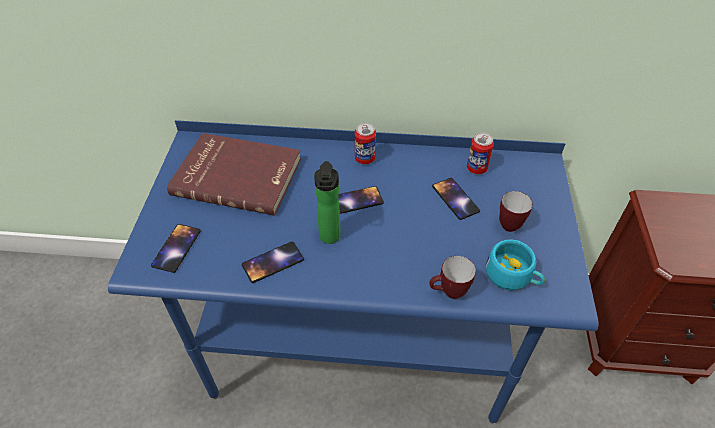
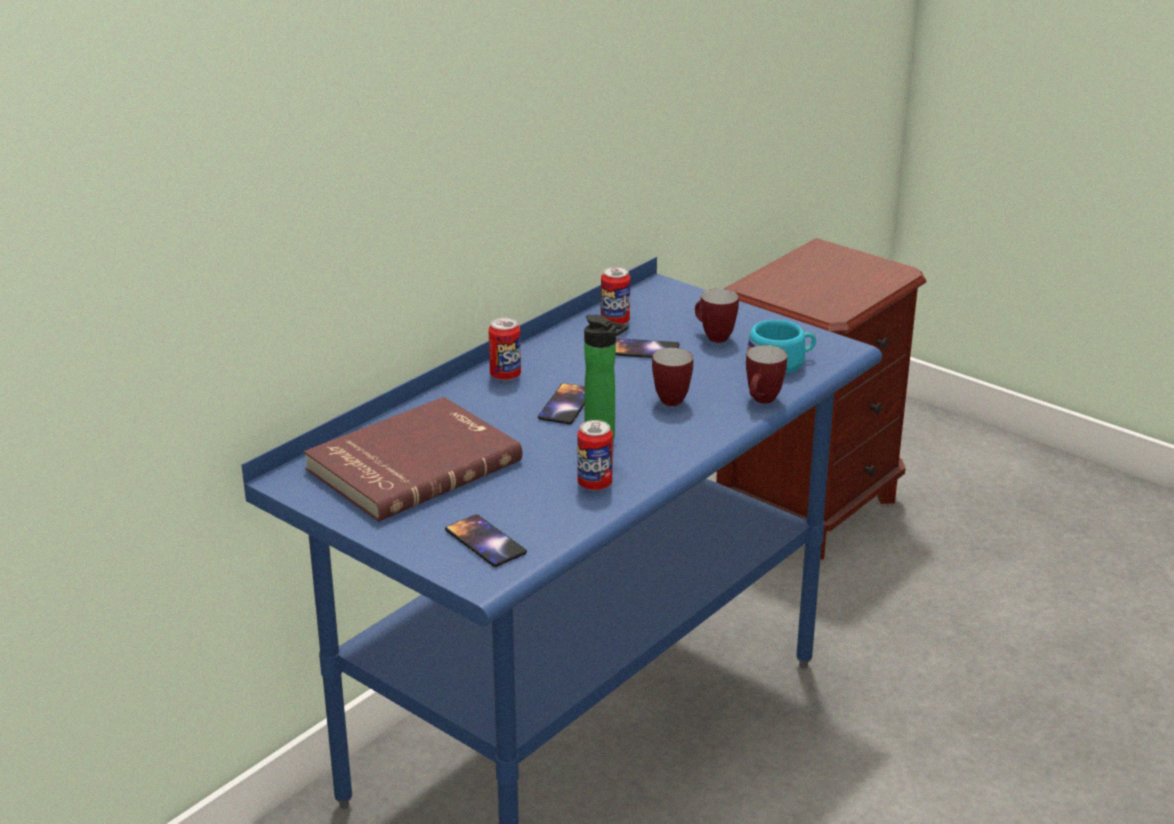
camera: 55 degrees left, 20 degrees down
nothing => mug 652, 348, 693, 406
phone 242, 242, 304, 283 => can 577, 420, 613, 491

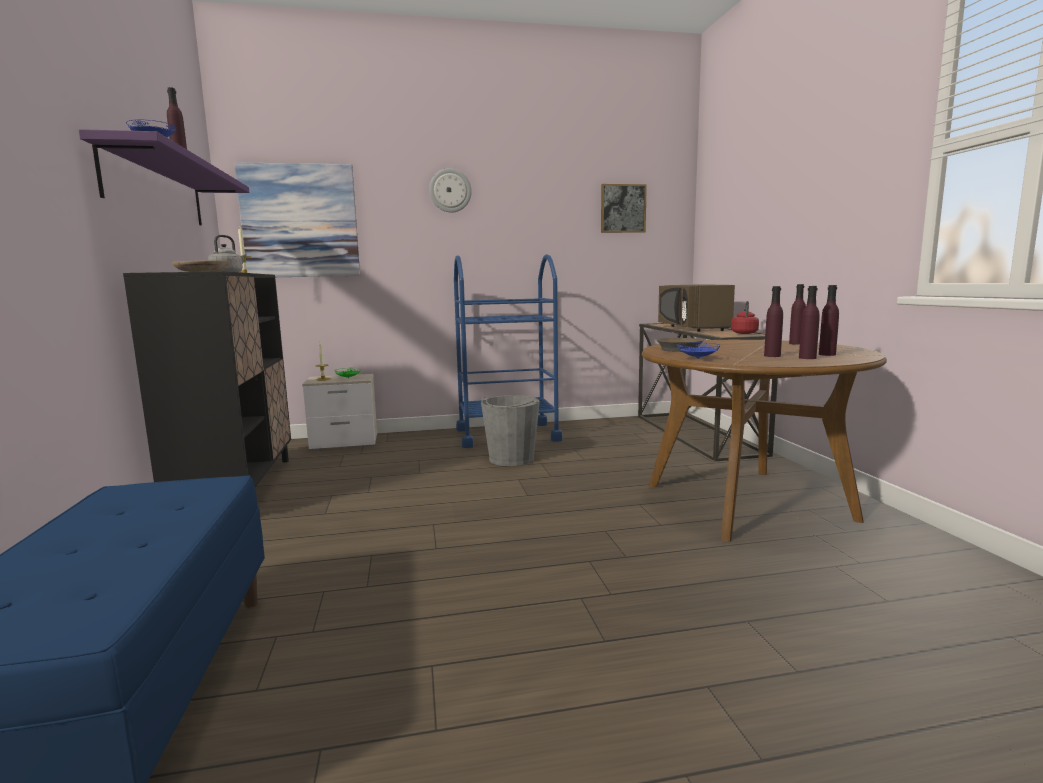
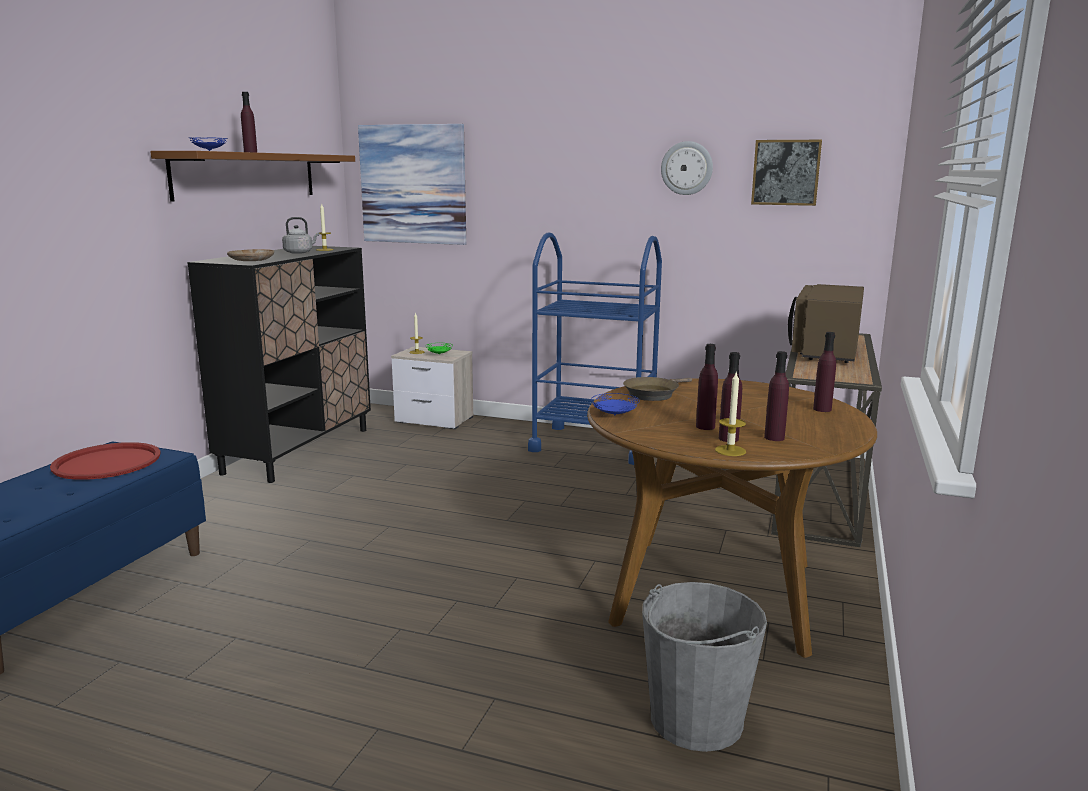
camera: 30 degrees right, 5 degrees up
red kettle 731, 301, 759, 334 => nothing
nothing => red tray 50, 442, 161, 480
nothing => candle 715, 372, 746, 456
wall clock 429, 168, 472, 213 => wall clock 661, 141, 713, 195, shifted
grey bucket 481, 395, 540, 466 => grey bucket 642, 582, 767, 752, shifted
purple shelf 79, 129, 249, 226 => brown shelf 150, 151, 355, 202

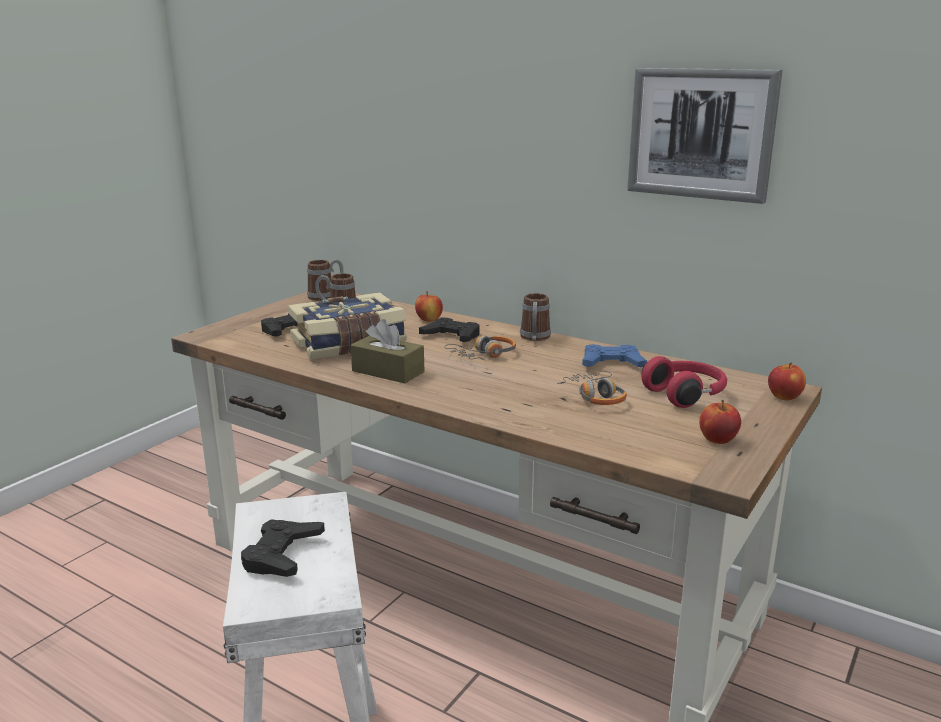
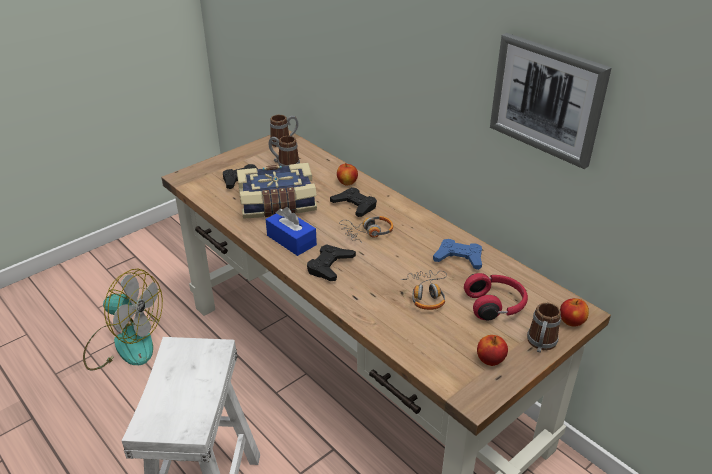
camera: 15 degrees right, 15 degrees up
nothing => fan 83, 269, 163, 370
black game controller 241, 519, 325, 577 => black game controller 307, 244, 356, 281, shifted
mug 520, 293, 551, 341 => mug 527, 302, 561, 353, shifted
brown tissue box 350, 319, 424, 383 => blue tissue box 266, 207, 317, 256

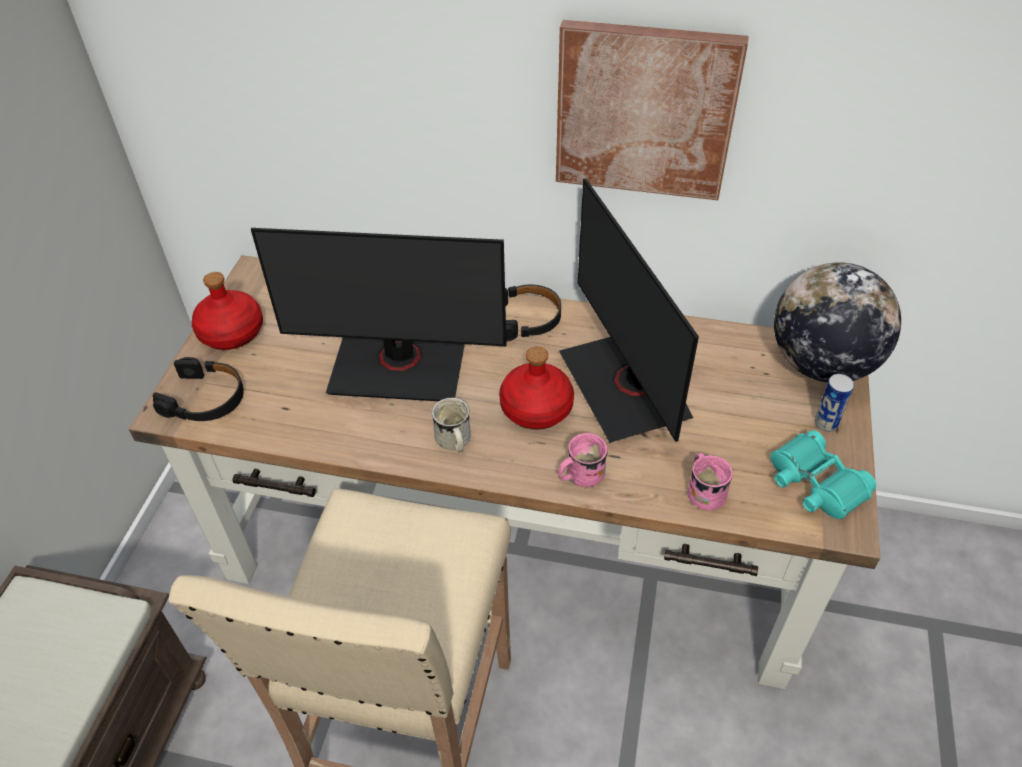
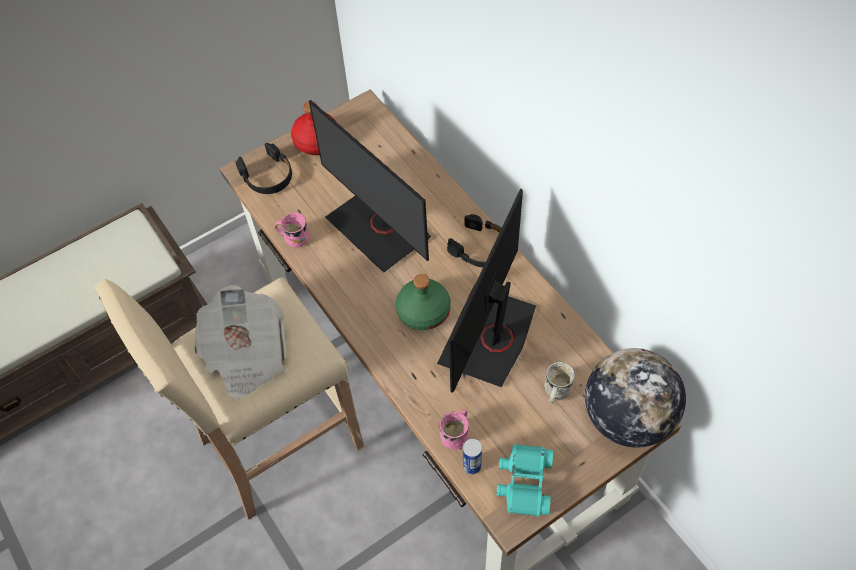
camera: 45 degrees right, 10 degrees up
picture 556, 20, 749, 200 => nothing
nothing => newspaper 194, 285, 286, 399
white mug 432, 398, 471, 453 => white mug 544, 362, 575, 403, shifted
pink mug 558, 433, 607, 489 => pink mug 275, 212, 310, 247, shifted
can 815, 374, 854, 432 => can 463, 439, 482, 475, shifted
red bottle 499, 346, 574, 430 => green bottle 396, 274, 451, 330

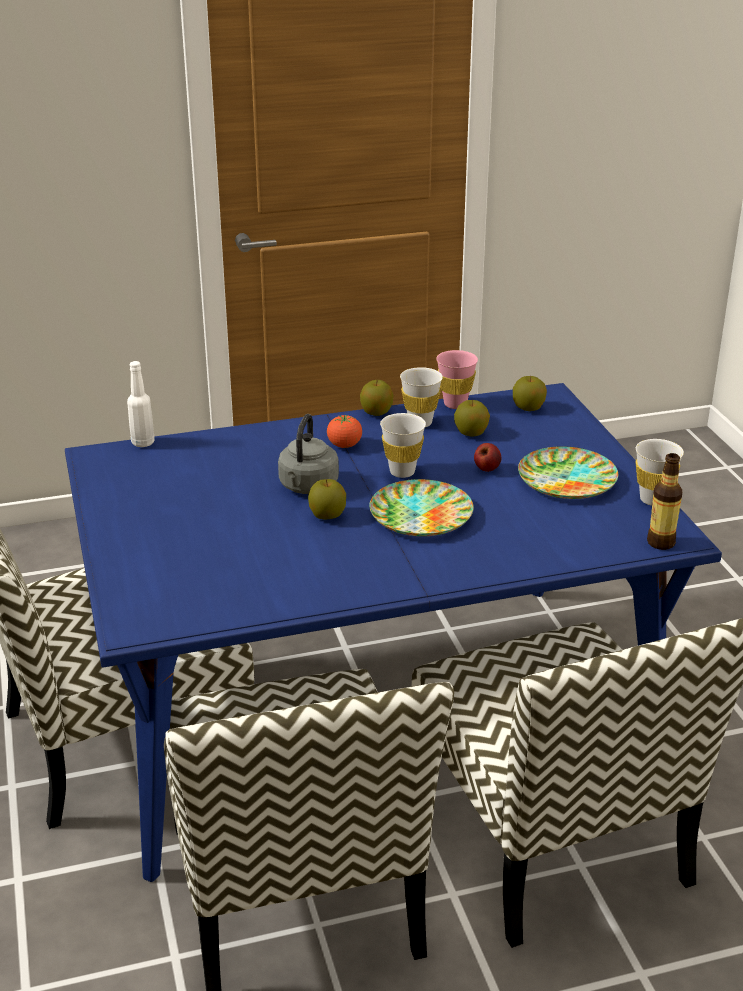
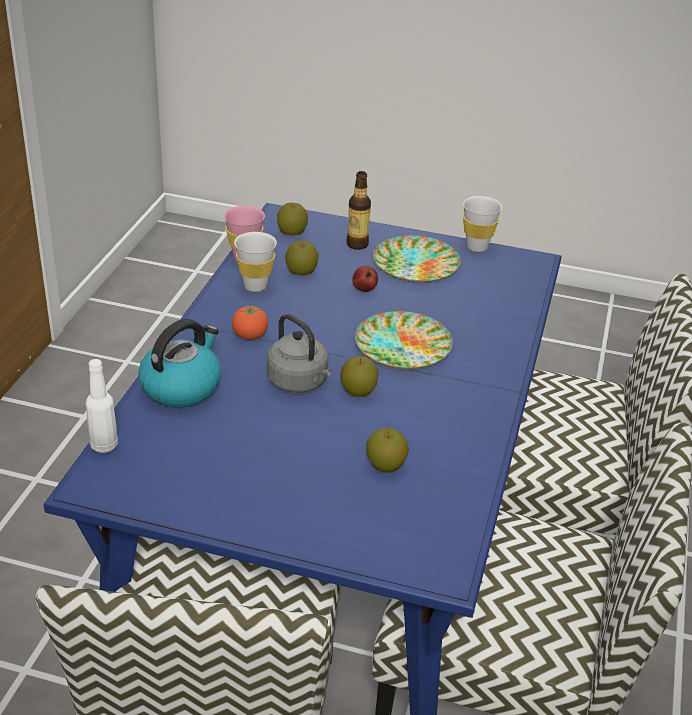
camera: 60 degrees left, 5 degrees up
white cup 380, 413, 426, 478 => nothing
nothing => kettle 138, 319, 221, 408
apple 360, 380, 393, 416 => apple 366, 428, 409, 473, shifted
bottle 647, 453, 682, 550 => bottle 346, 171, 371, 250, shifted

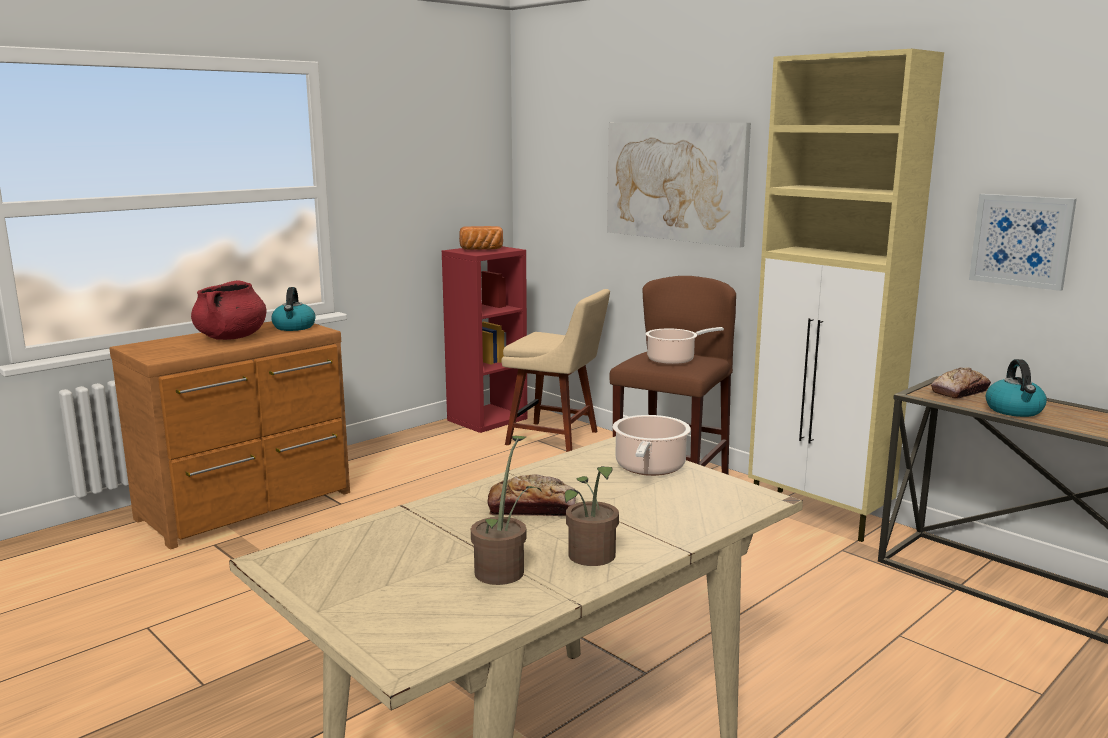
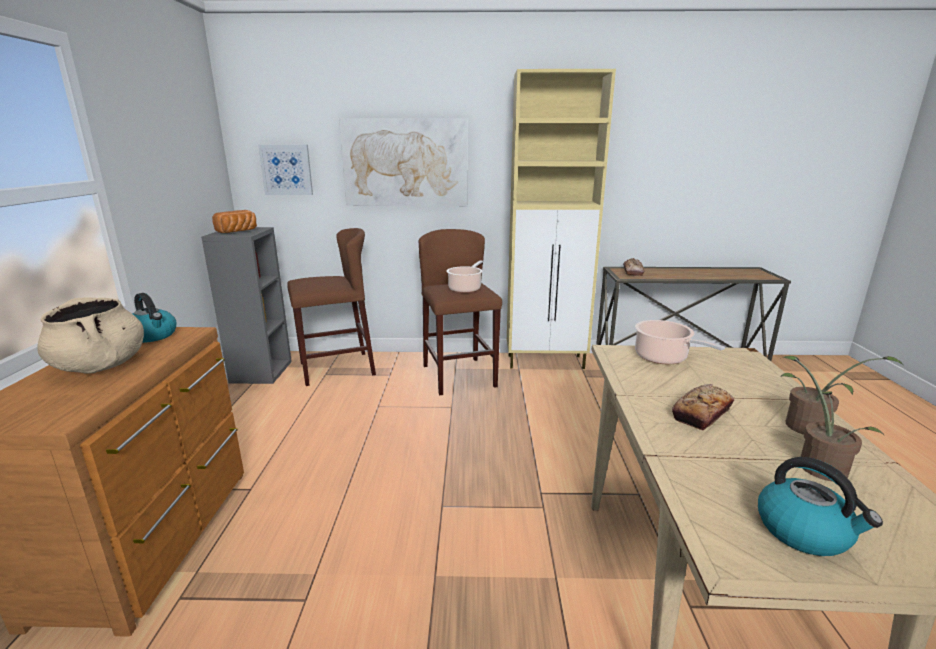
camera: 45 degrees left, 5 degrees up
picture 969, 194, 1077, 291 => picture 258, 145, 313, 195, shifted
kettle 986, 359, 1047, 417 => kettle 758, 457, 883, 556, shifted
beige chair 501, 289, 610, 452 => brown stool 287, 228, 376, 386
red cooking pot 191, 280, 266, 340 => beige cooking pot 37, 297, 144, 374
red bookcase 442, 246, 528, 433 => grey bookcase 201, 227, 292, 384

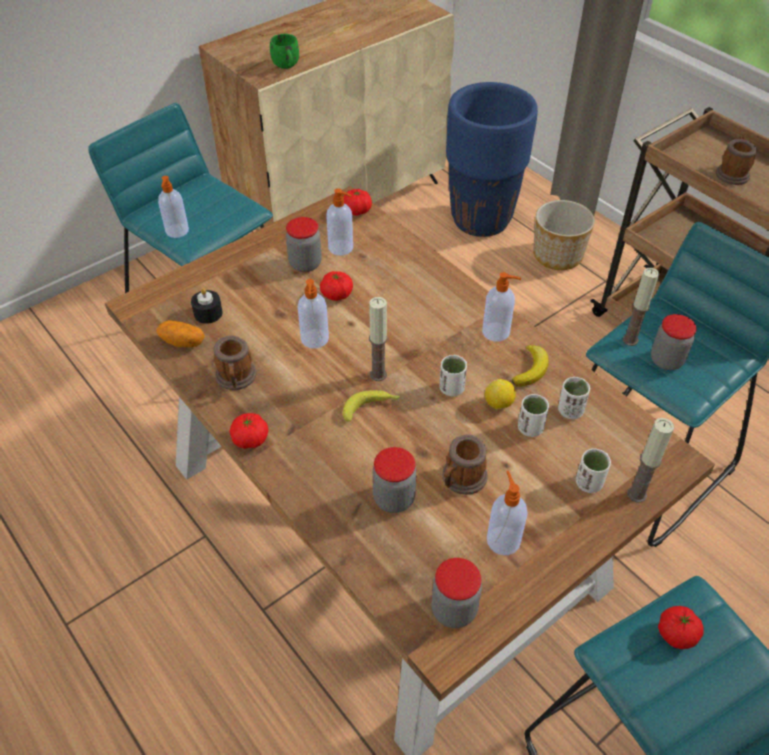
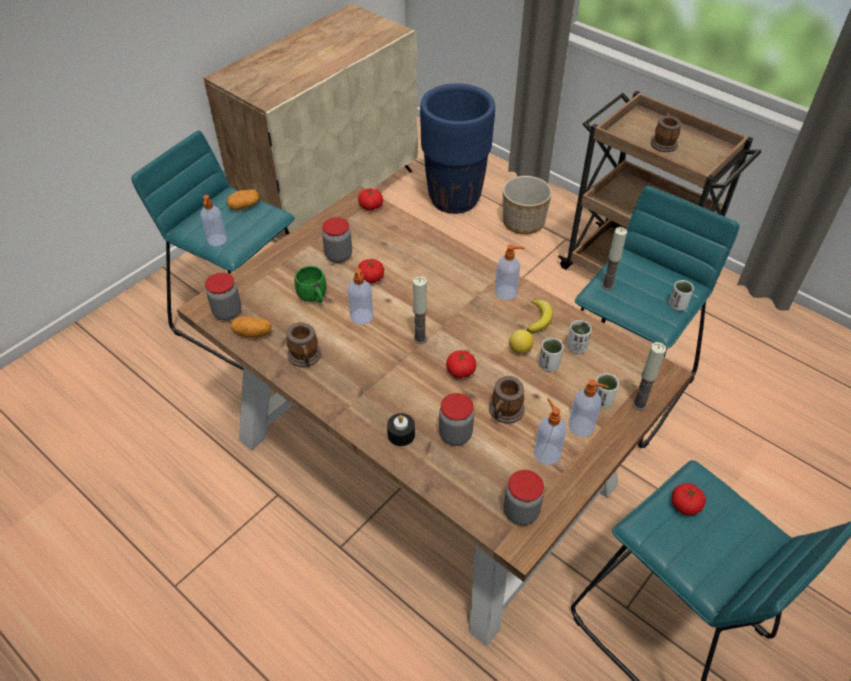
camera: 10 degrees left, 0 degrees up
banana 343, 390, 400, 421 => nothing
nothing => potato 226, 189, 259, 210
black candle 191, 288, 223, 324 => black candle 387, 413, 415, 446, shifted
tomato 230, 413, 268, 449 => tomato 446, 350, 476, 378, shifted
green mug 270, 34, 299, 69 => green mug 295, 266, 326, 303, shifted
soap dispenser 326, 188, 353, 256 => soap dispenser 568, 379, 608, 437, shifted
white cup 440, 355, 467, 396 => white cup 669, 280, 694, 311, shifted
jar 651, 314, 697, 370 => jar 205, 273, 241, 320, shifted

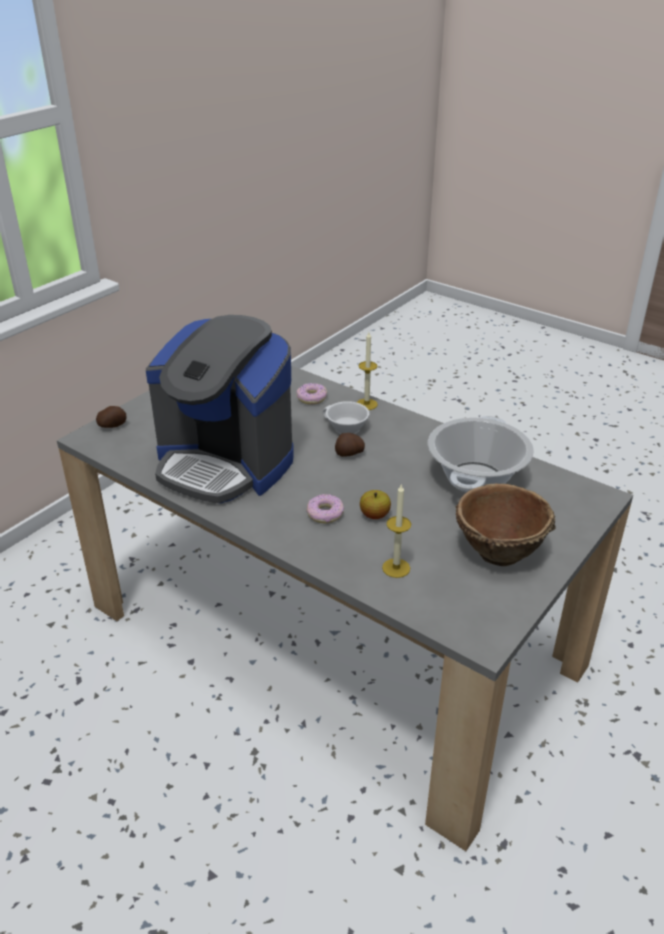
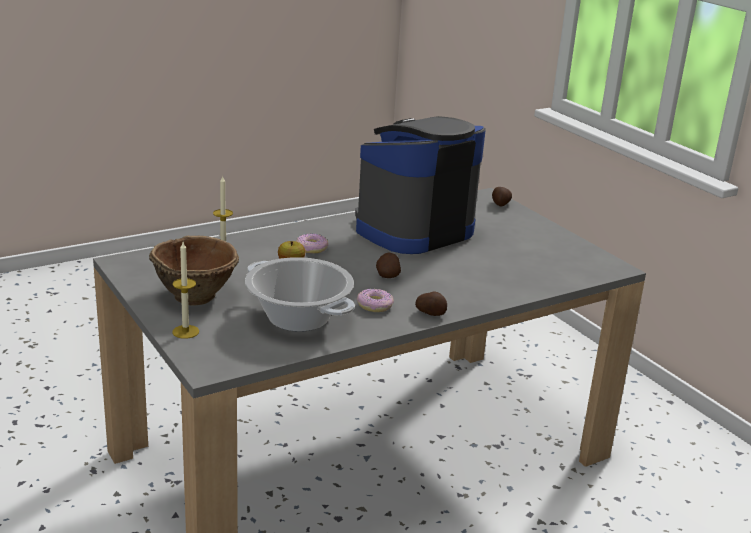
camera: 110 degrees right, 10 degrees down
white cup 323, 401, 370, 434 => nothing
nothing => potato 415, 292, 447, 316
donut 297, 383, 327, 405 => donut 357, 289, 394, 312, shifted
candle 357, 332, 378, 410 => candle 172, 242, 199, 339, shifted

